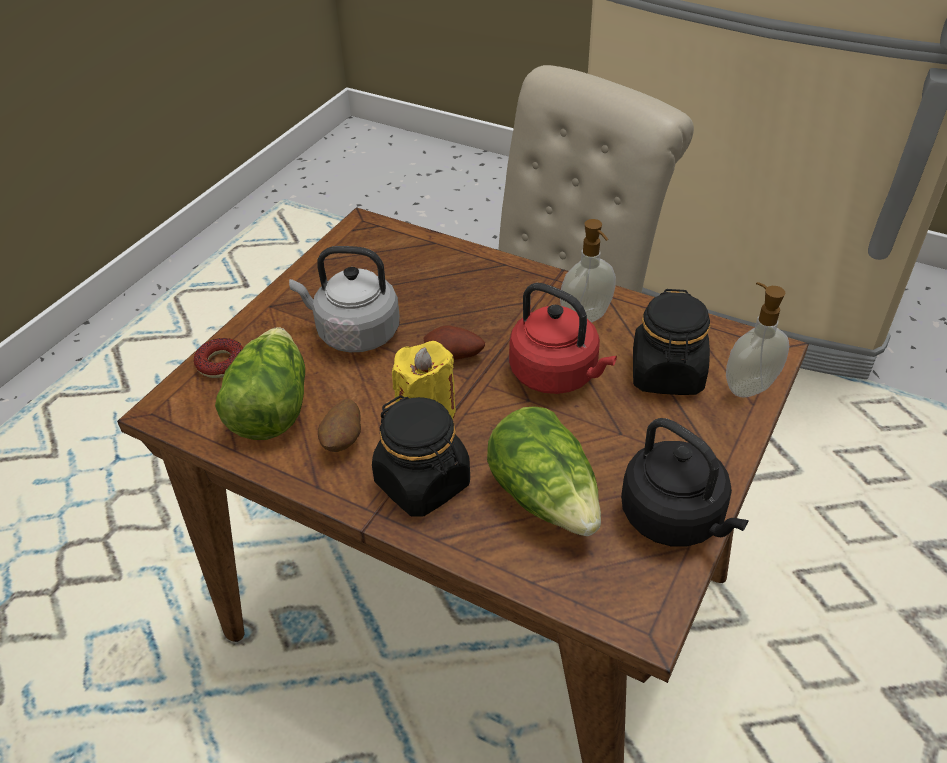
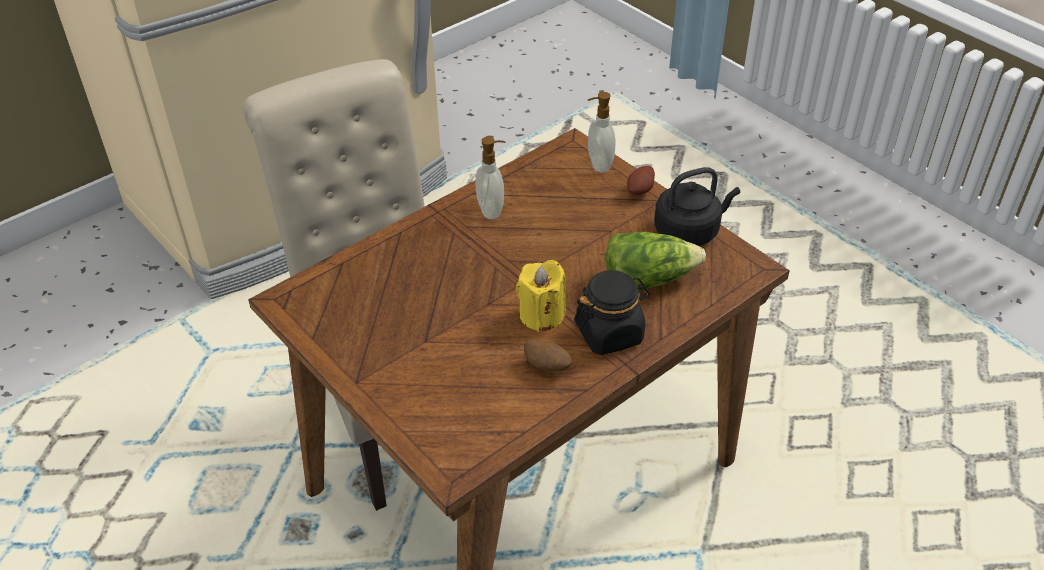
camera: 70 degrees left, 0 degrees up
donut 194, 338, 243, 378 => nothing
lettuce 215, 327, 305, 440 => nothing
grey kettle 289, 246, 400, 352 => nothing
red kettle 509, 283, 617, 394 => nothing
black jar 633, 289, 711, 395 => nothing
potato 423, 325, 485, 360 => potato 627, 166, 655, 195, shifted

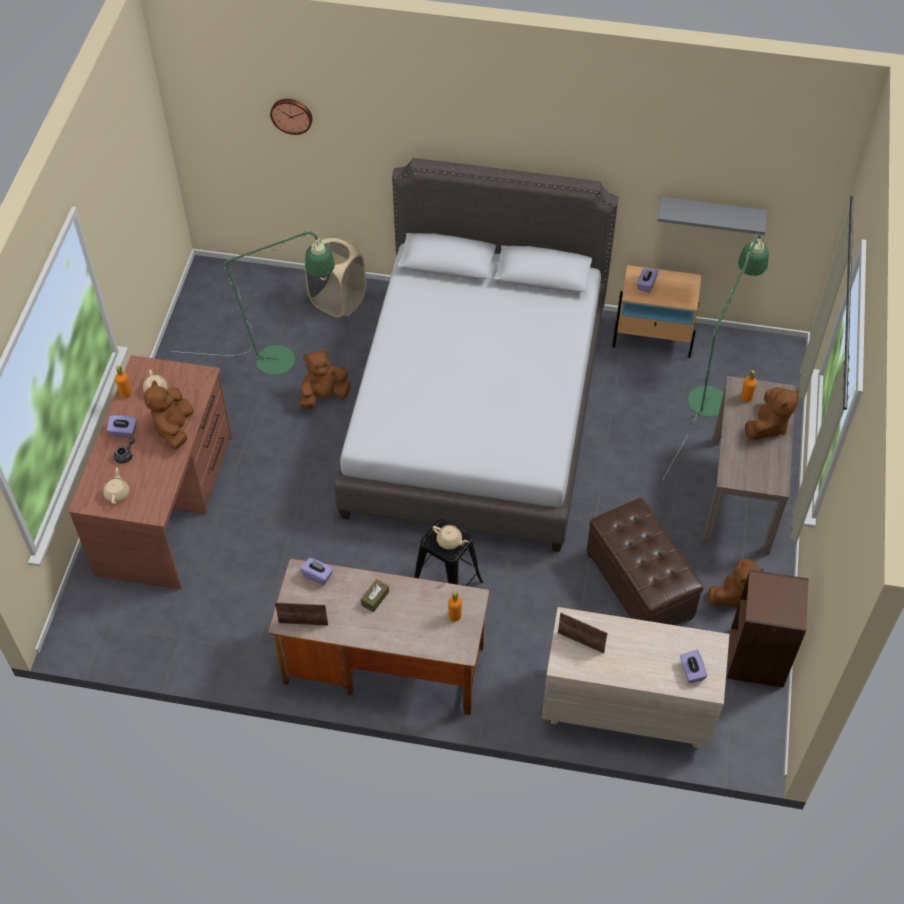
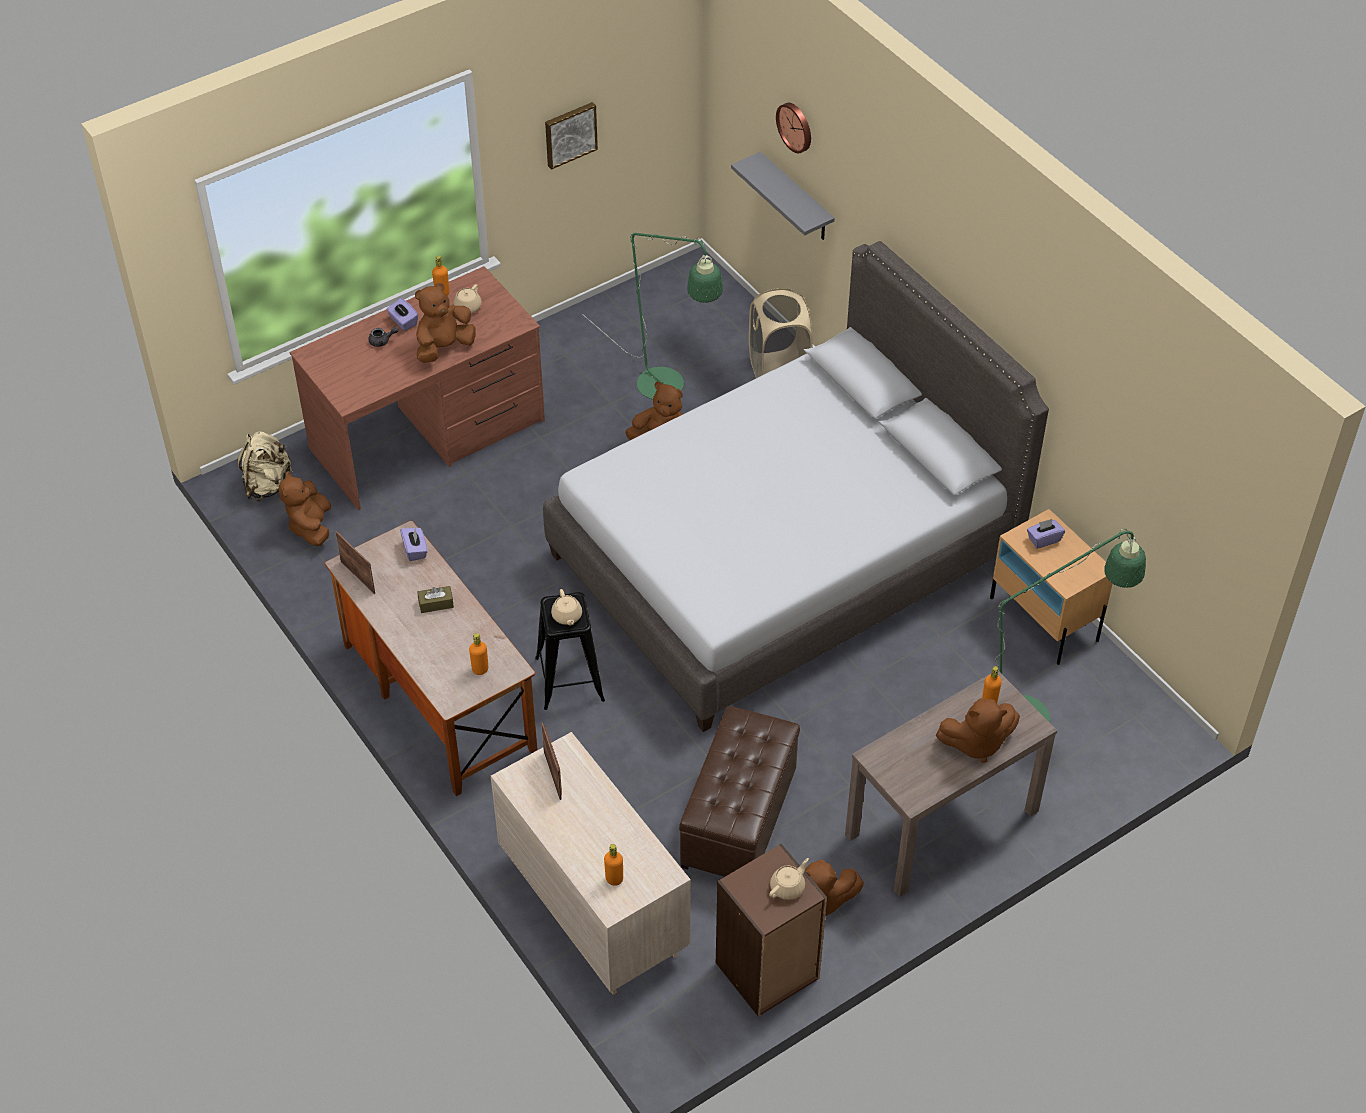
camera: 45 degrees right, 5 degrees down
nothing => beige backpack 237, 431, 293, 501
nothing => brown plush toy 279, 471, 331, 546
nothing => picture 545, 102, 598, 170
beige teapot 103, 467, 129, 505 => beige teapot 769, 858, 809, 900, shifted
grey shelf 658, 197, 767, 235 => grey shelf 731, 152, 835, 240, shifted
purple tissue box 680, 650, 707, 683 => orange bottle 604, 844, 623, 886

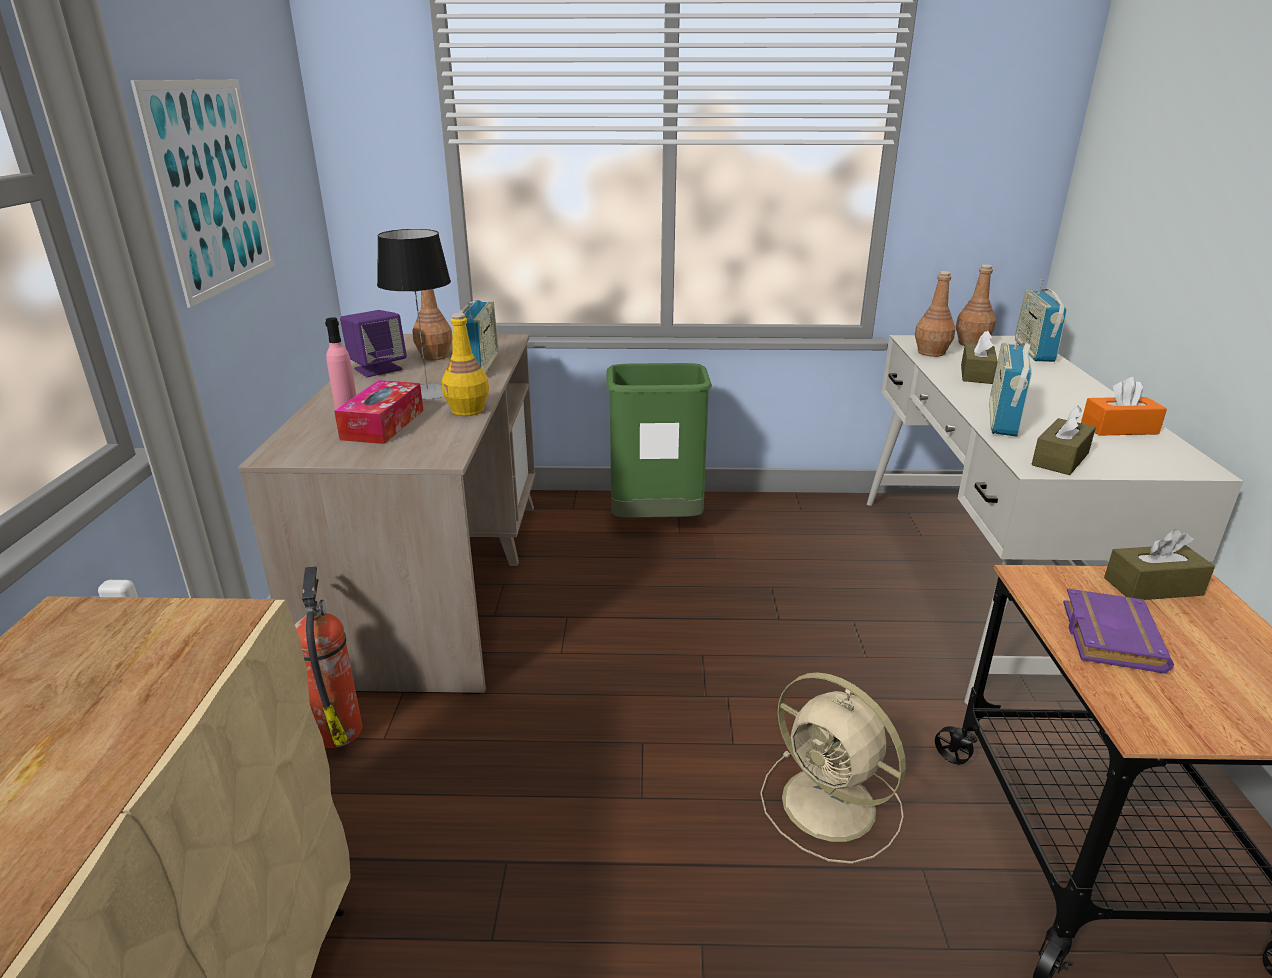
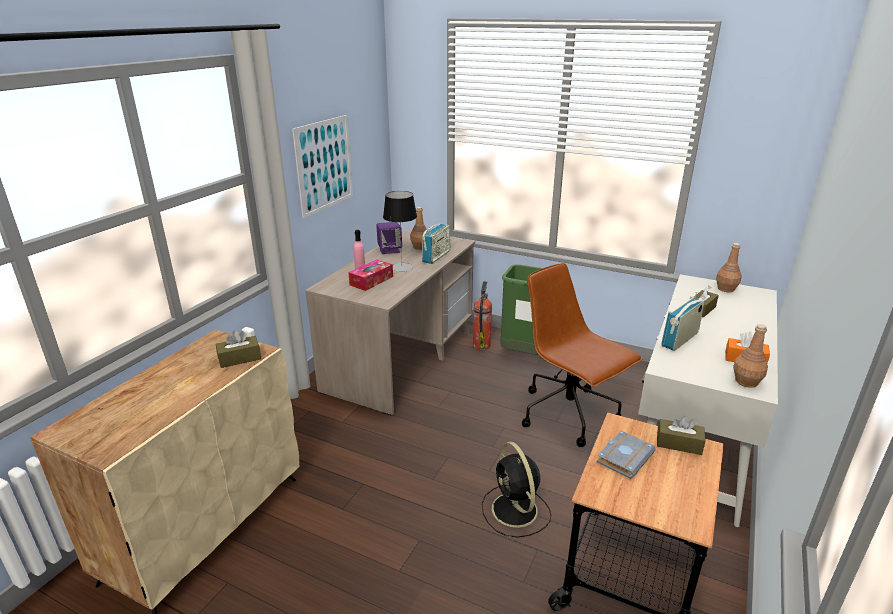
camera: 25 degrees right, 0 degrees up
yellow bottle 442, 313, 489, 416 => nothing
radio 1015, 280, 1067, 362 => nothing
nothing => brown office chair 522, 263, 643, 447
fire extinguisher 295, 566, 363, 748 => fire extinguisher 473, 281, 492, 350, shifted
brown bottle 915, 271, 956, 357 => brown bottle 733, 324, 768, 388, shifted
brown tissue box 1031, 405, 1096, 475 => brown tissue box 216, 330, 261, 368, shifted
beige fan 760, 672, 906, 864 => black fan 482, 442, 551, 537
purple book 1063, 589, 1174, 674 => grey book 597, 431, 656, 479

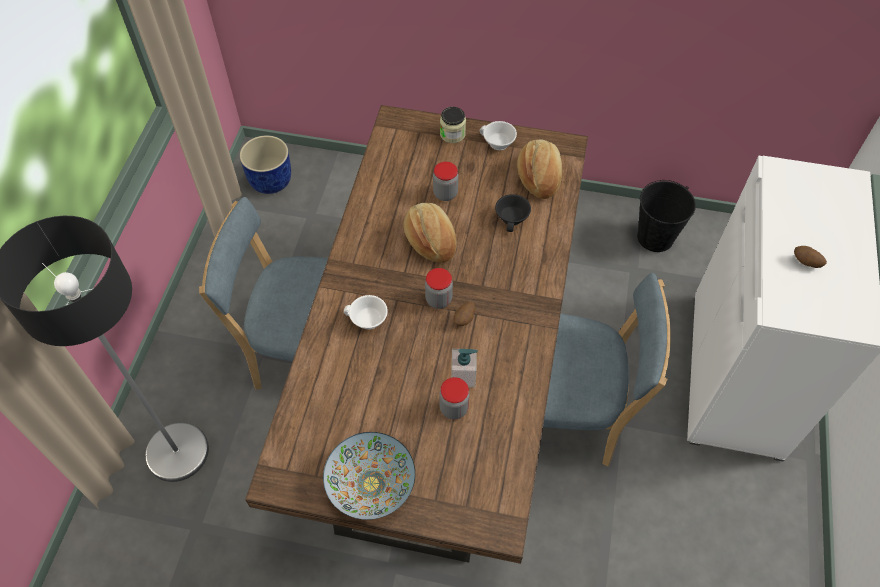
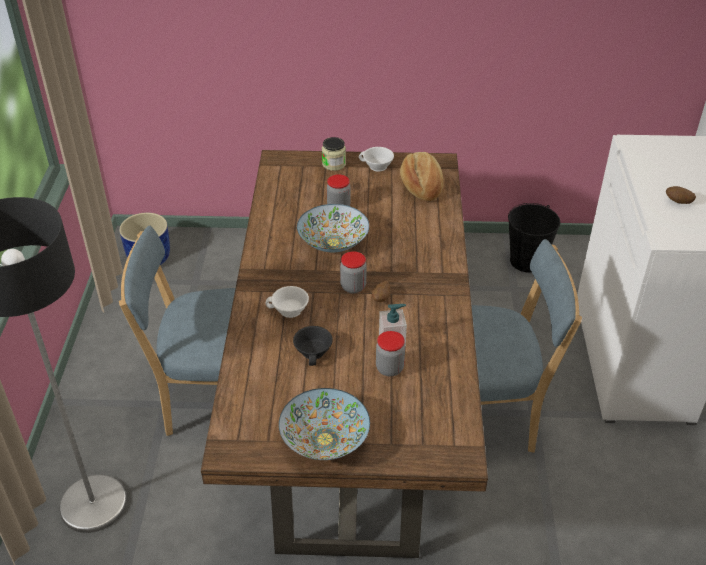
camera: 10 degrees left, 15 degrees down
black cup 495, 194, 531, 232 => black cup 293, 326, 333, 366, shifted
bread 403, 203, 457, 263 => bowl 297, 204, 369, 253

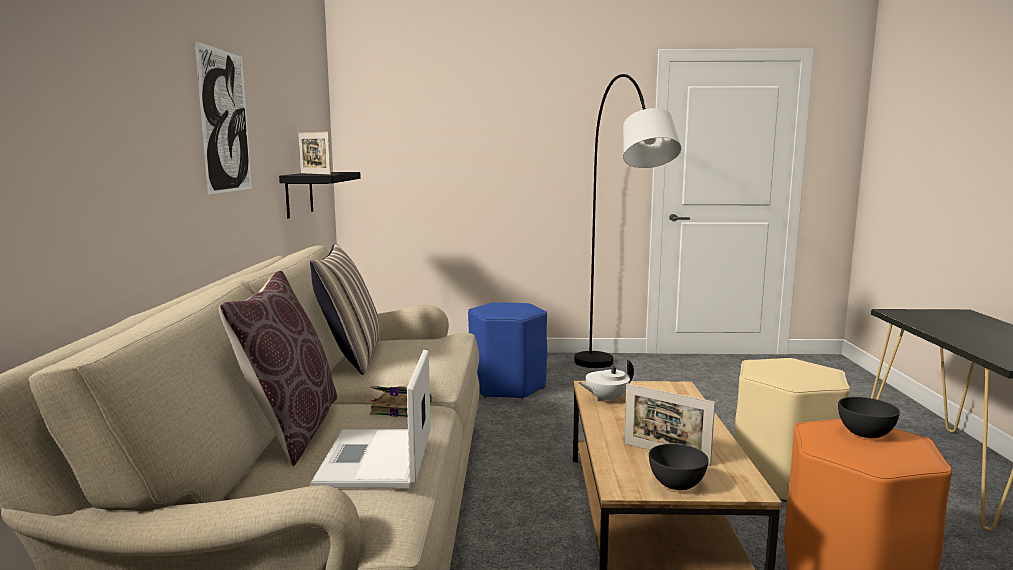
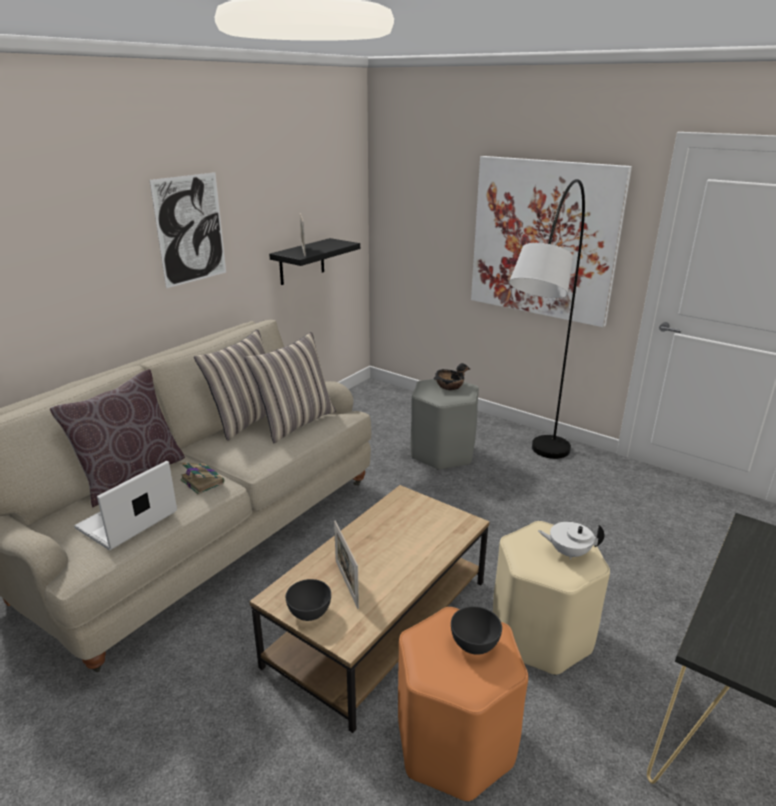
camera: 35 degrees right, 15 degrees up
nothing => pillow 244, 332, 336, 443
nothing => black bowl 434, 363, 470, 391
nothing => picture 471, 156, 632, 327
white teapot 578, 360, 634, 403 => white teapot 538, 522, 605, 559, shifted
blue stool 468, 302, 547, 399 => grey stool 411, 379, 479, 471

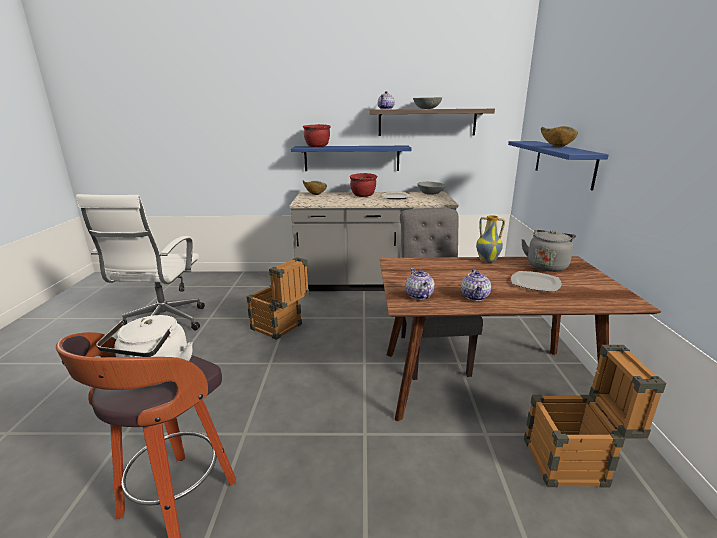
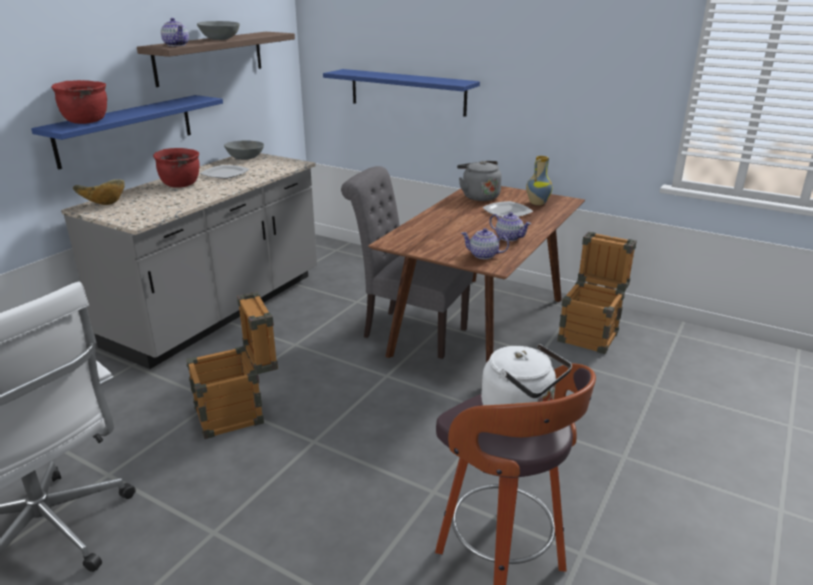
camera: 60 degrees left, 5 degrees up
bowl 541, 126, 578, 147 => nothing
vase 476, 215, 505, 263 => vase 526, 156, 553, 205, shifted

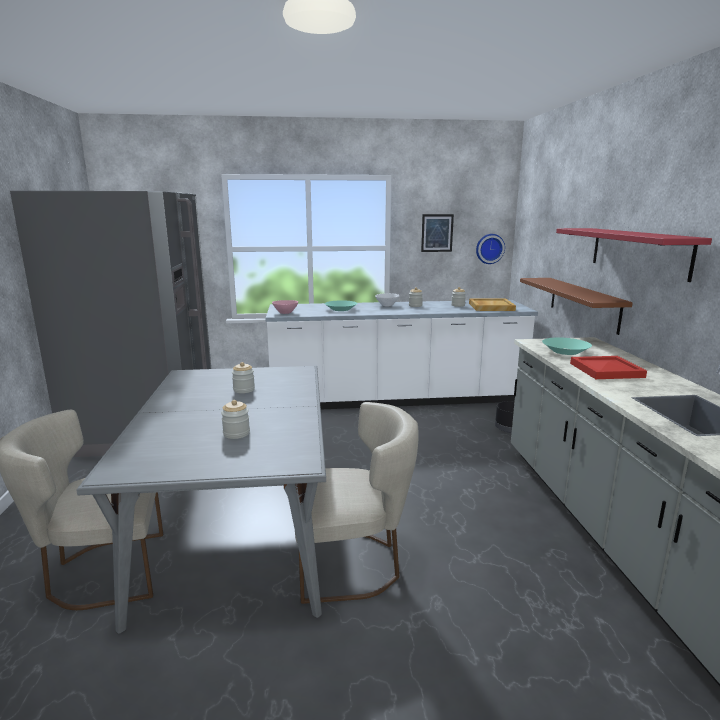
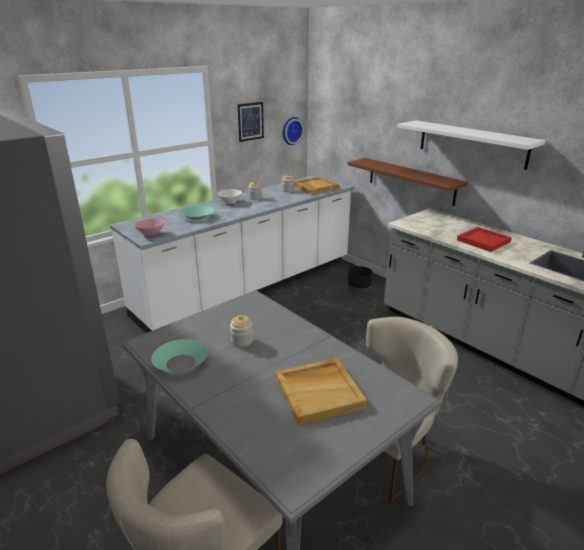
camera: 35 degrees left, 10 degrees up
turquoise bowl 542, 337, 592, 355 => turquoise bowl 151, 339, 208, 372, shifted
jar 221, 400, 250, 439 => beige tray 275, 358, 367, 425
red shelf 556, 228, 712, 282 => white shelf 397, 120, 546, 170

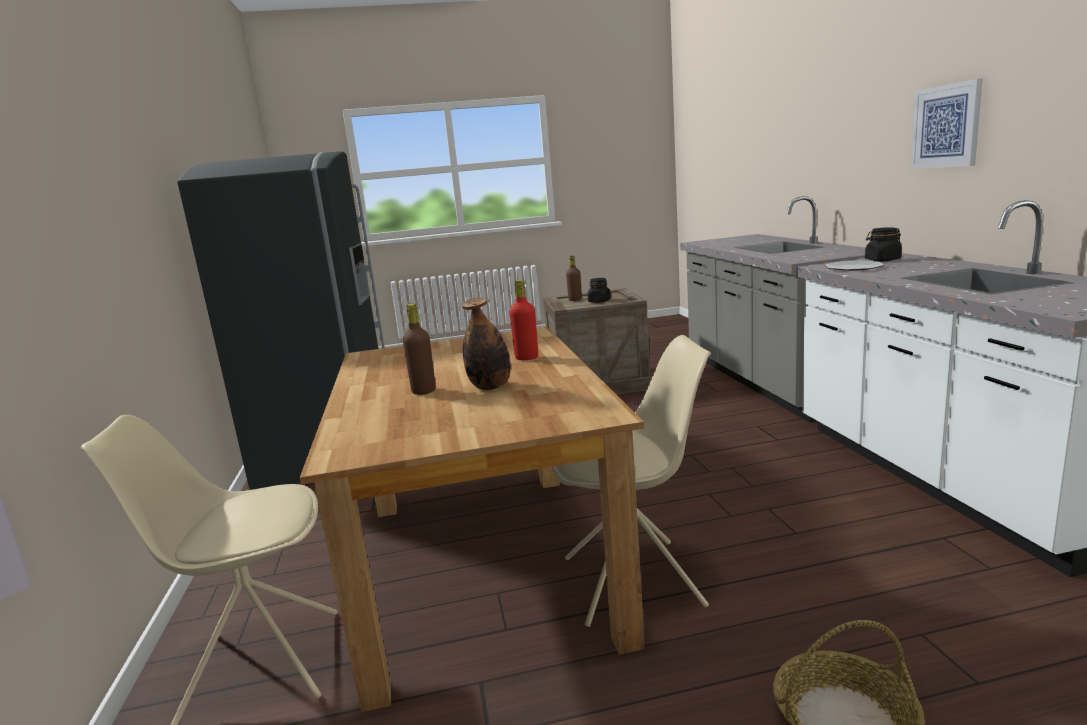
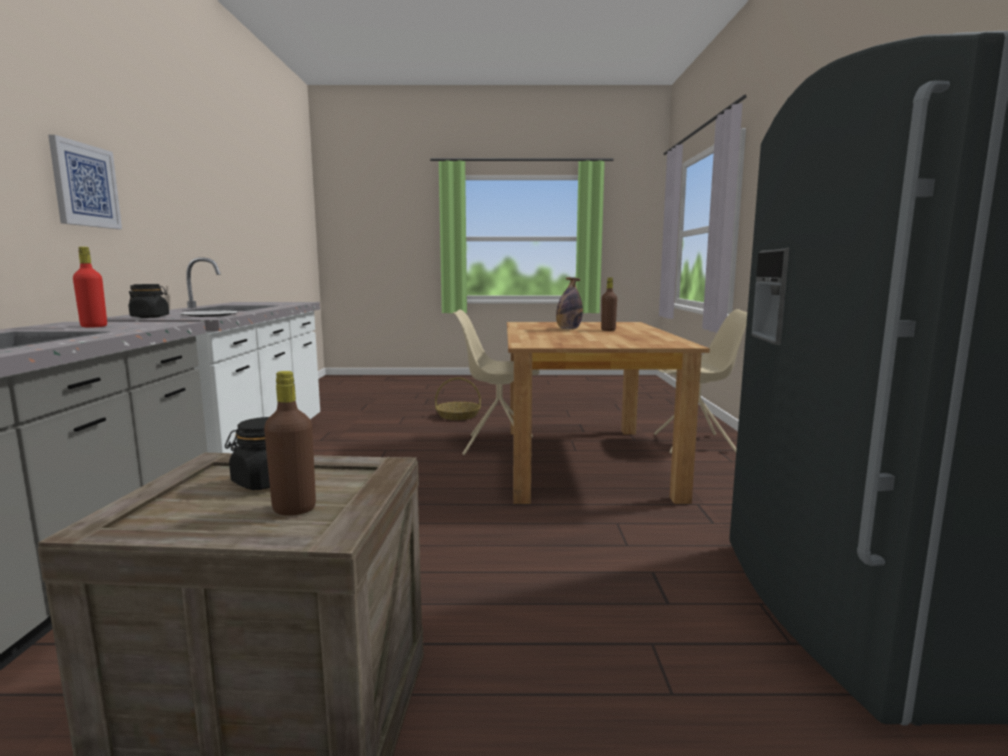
camera: 170 degrees left, 5 degrees down
red bottle 509, 280, 538, 360 => red bottle 73, 247, 107, 328, shifted

